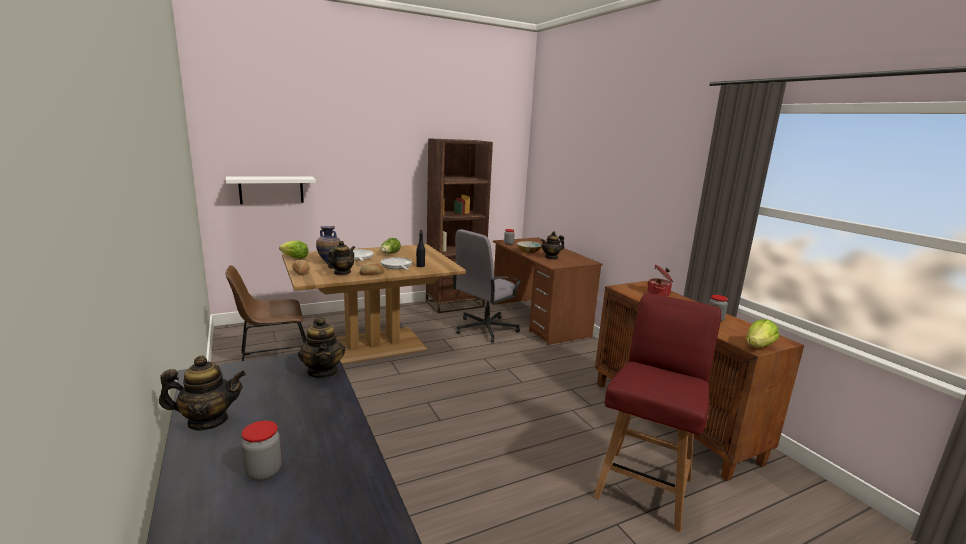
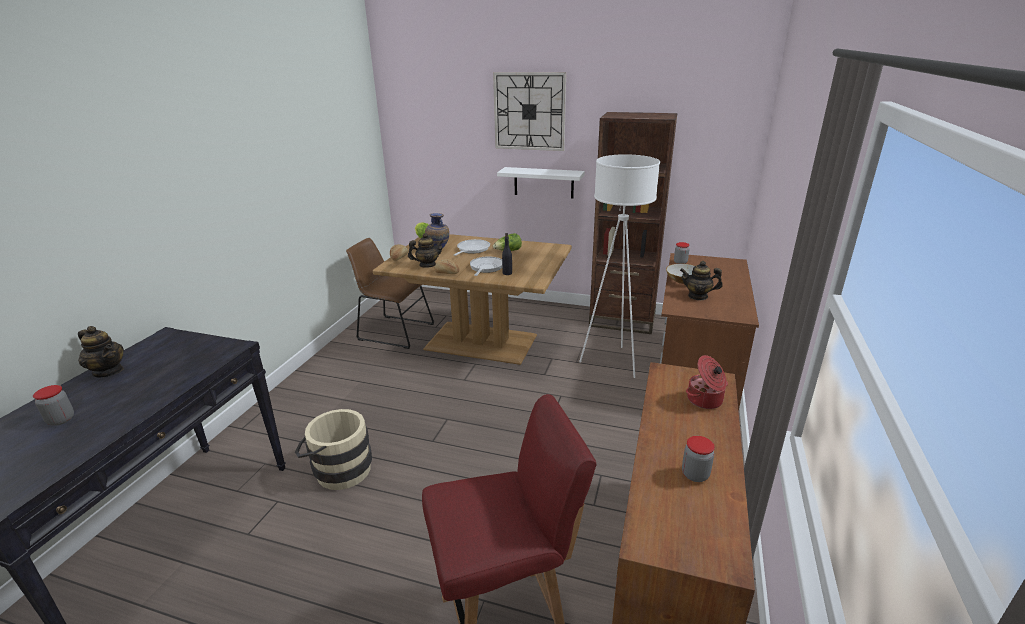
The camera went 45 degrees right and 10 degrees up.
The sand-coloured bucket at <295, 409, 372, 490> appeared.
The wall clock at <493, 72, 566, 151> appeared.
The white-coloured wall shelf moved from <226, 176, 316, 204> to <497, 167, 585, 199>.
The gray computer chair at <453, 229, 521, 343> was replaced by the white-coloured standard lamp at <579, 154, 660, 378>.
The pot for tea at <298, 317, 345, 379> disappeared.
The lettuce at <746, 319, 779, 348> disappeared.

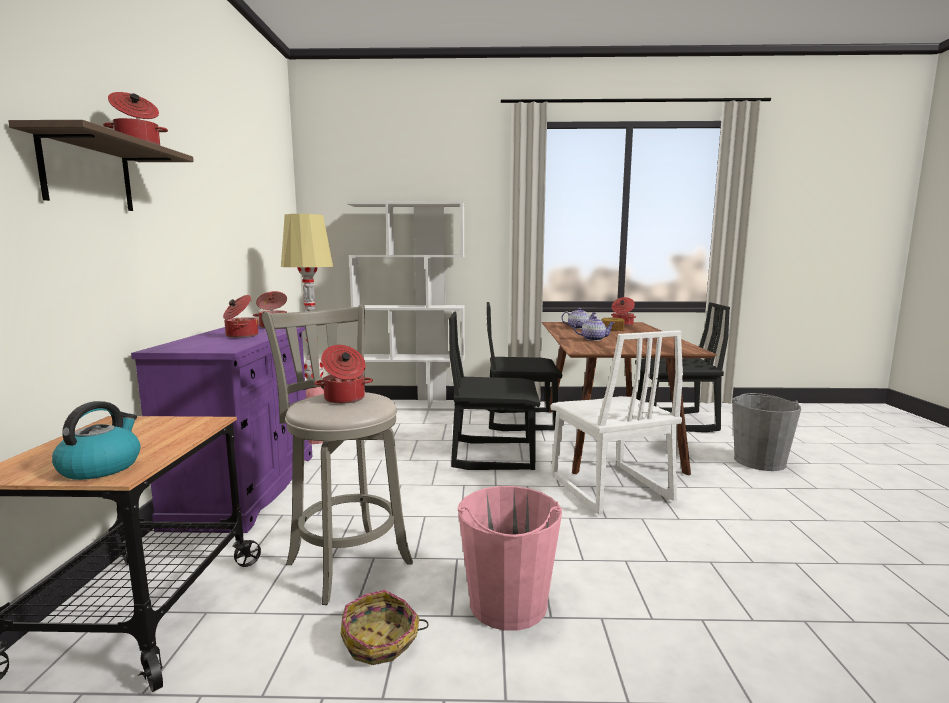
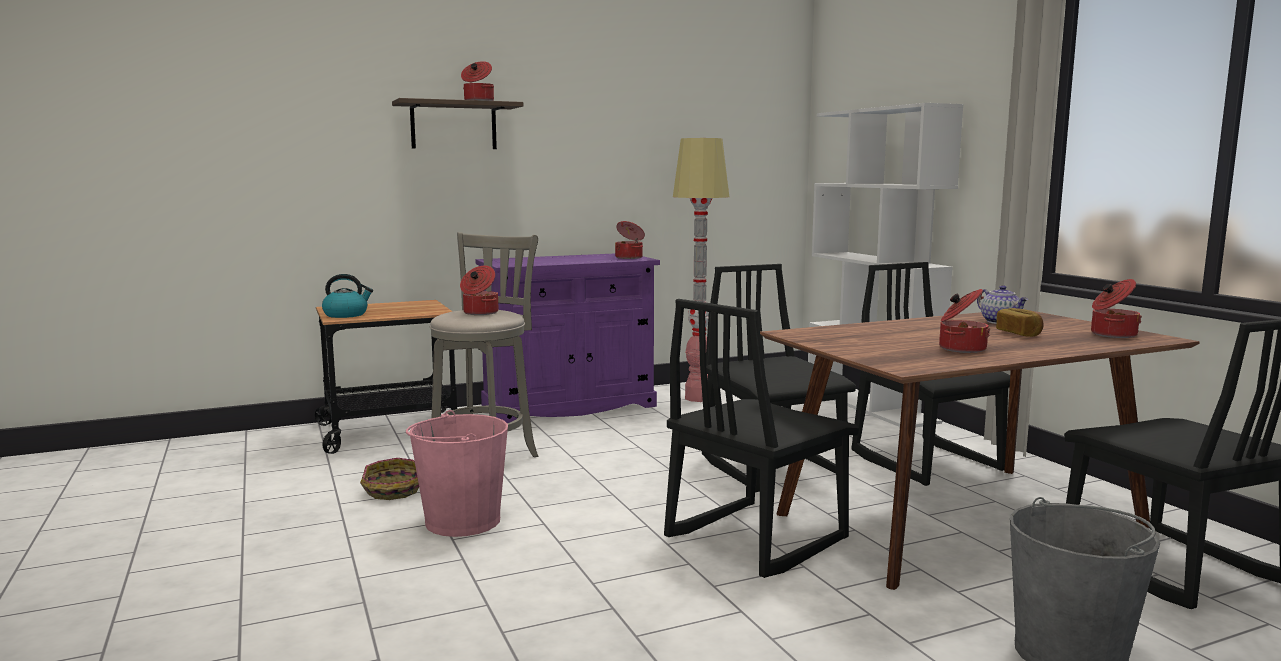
The camera went 65 degrees right and 0 degrees up.
The white-coloured chair at <550, 330, 683, 514> became the black chair at <664, 299, 859, 578>.
The cooking pot moved from <223, 295, 259, 338> to <939, 289, 990, 353>.
The pot for tea at <574, 316, 614, 341> disappeared.

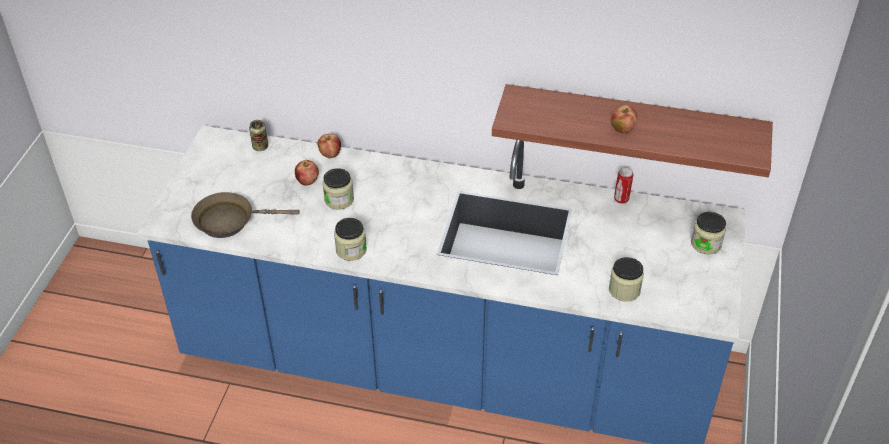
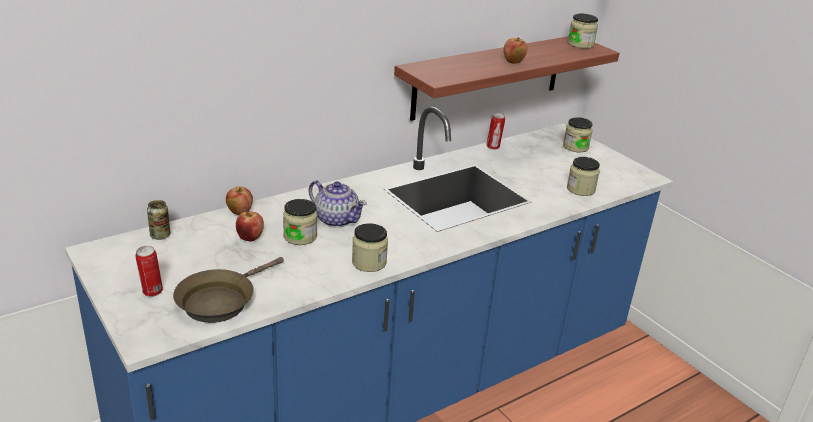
The camera went 50 degrees left and 15 degrees down.
The can at <135, 246, 163, 297> appeared.
The pot for tea at <308, 180, 367, 227> appeared.
The preserve jar at <568, 14, 598, 49> appeared.

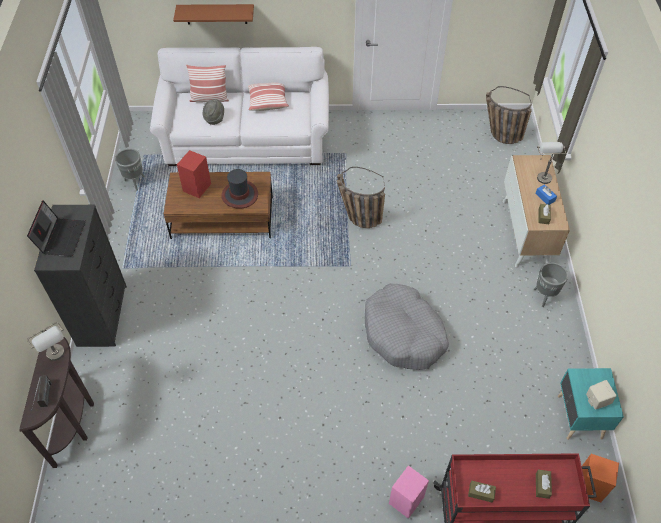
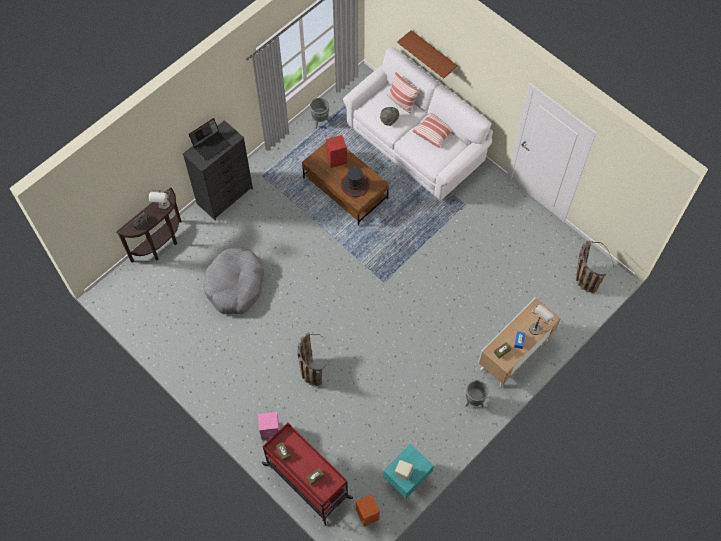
The camera went 45 degrees right and 10 degrees up.
The gray dog bed moved from <365, 284, 449, 370> to <204, 248, 264, 314>.
The basket moved from <337, 167, 385, 228> to <297, 332, 330, 386>.

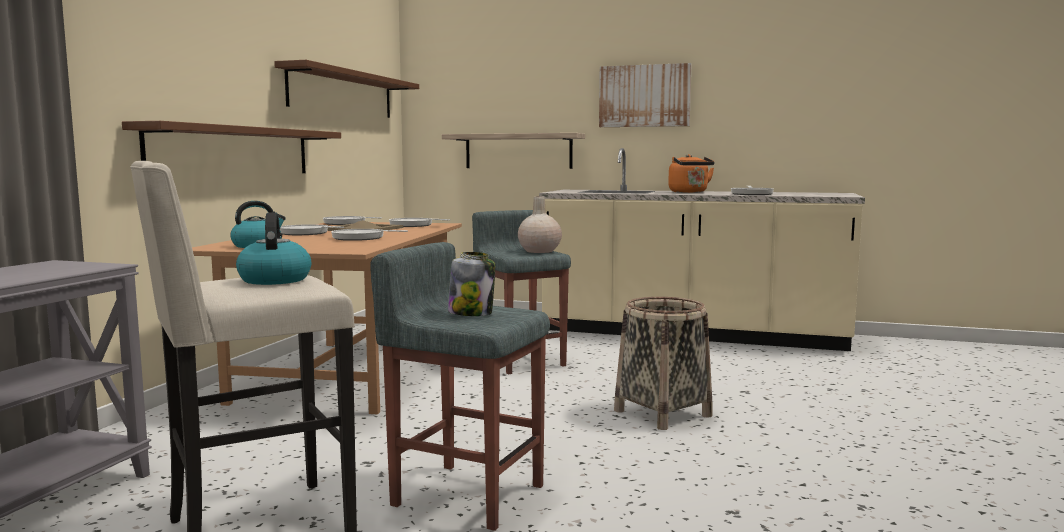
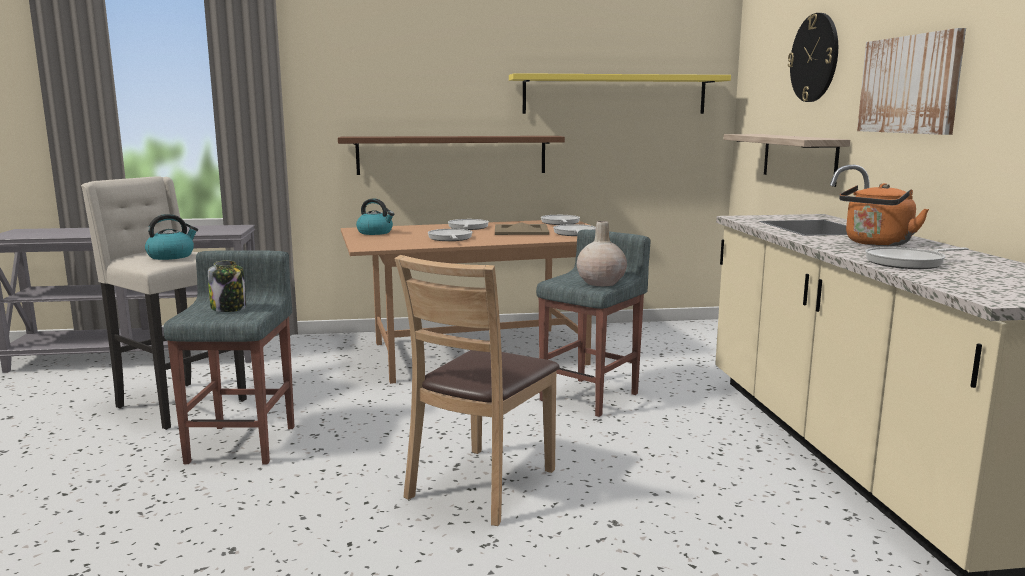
The camera went 65 degrees right and 5 degrees up.
The basket at <614, 297, 713, 430> was replaced by the brownish chair at <394, 255, 559, 526>.
The brownish wall shelf at <274, 60, 419, 118> became the yellowish wall shelf at <509, 73, 731, 114>.
The wall clock at <788, 13, 838, 102> appeared.

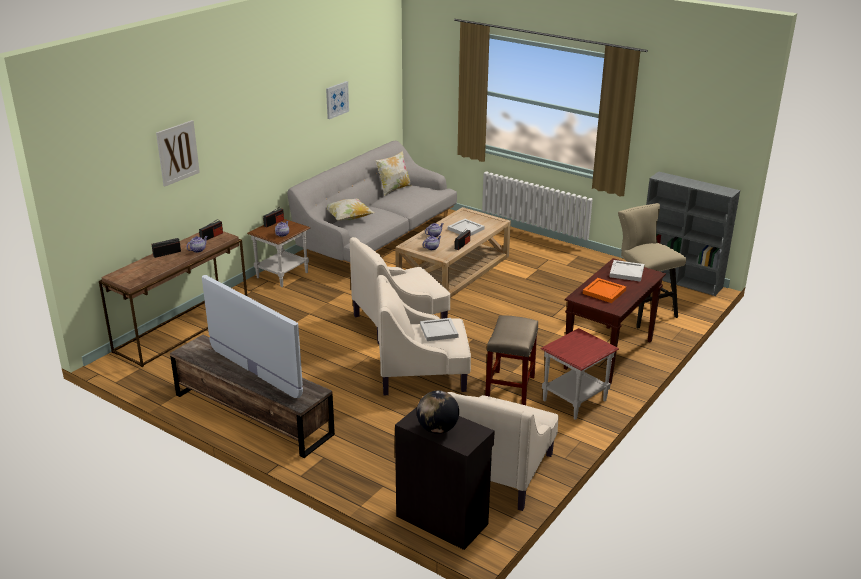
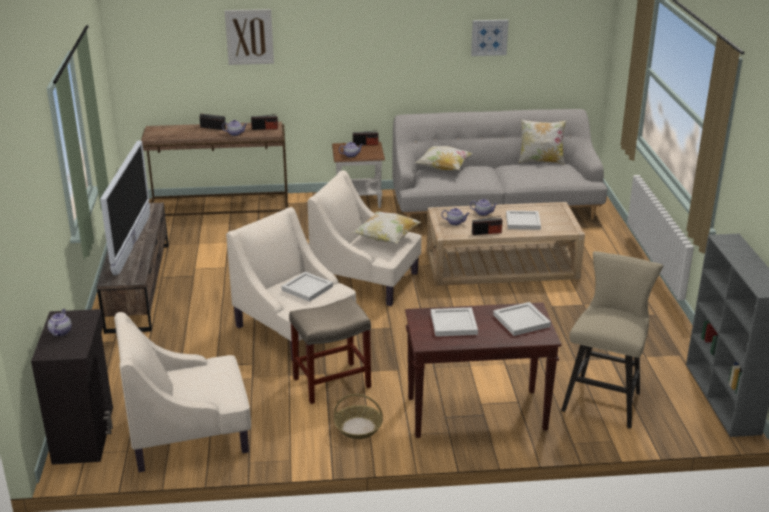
The camera went 50 degrees right and 0 degrees up.
The world globe at <417, 391, 459, 434> was replaced by the pot for tea at <48, 309, 72, 336>.
The red-coloured accent table at <540, 328, 619, 420> was replaced by the basket at <334, 394, 383, 439>.
The cushion at <352, 211, 421, 243> appeared.
The orange tray at <583, 278, 626, 303> became the white-coloured tray at <431, 307, 478, 337>.

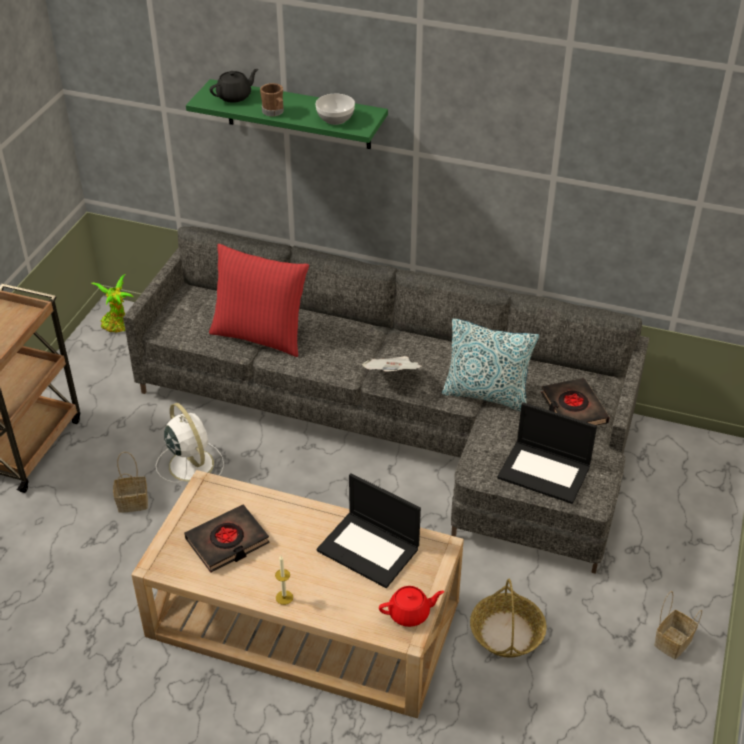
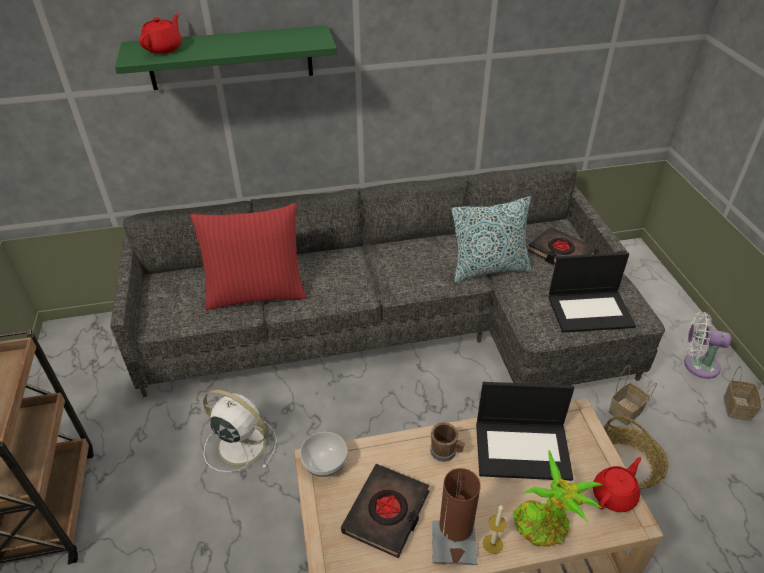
The camera went 30 degrees left and 0 degrees up.
The black pot for tea at <210, 69, 258, 103> became the red-coloured pot for tea at <139, 14, 182, 54>.
The deep dish moved from <316, 94, 355, 125> to <300, 432, 347, 477>.
The brownish coffee mug moved from <260, 83, 284, 116> to <430, 422, 465, 462>.
The brownish tabletop lamp at <432, 468, 481, 565> appeared.
The plant in a pot moved from <92, 274, 133, 333> to <513, 450, 603, 547>.
The basket moved from <113, 452, 148, 513> to <609, 365, 657, 425>.
The white-coloured fan at <684, 312, 731, 379> appeared.
The daily paper at <362, 356, 423, 372> disappeared.

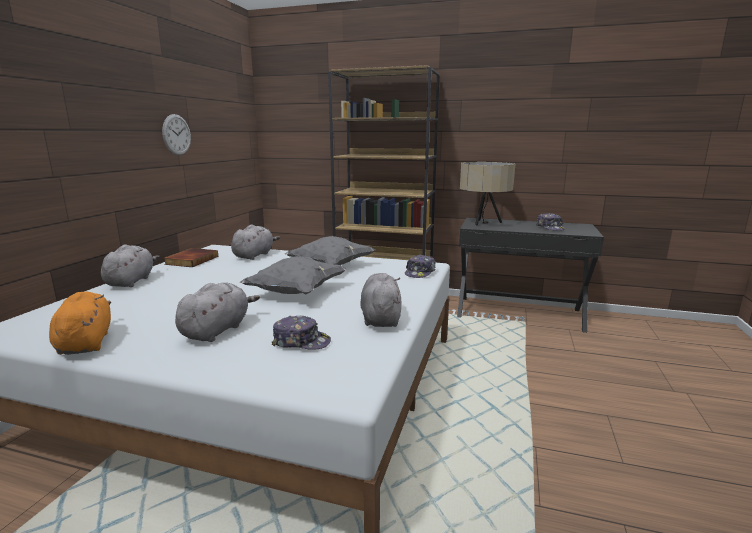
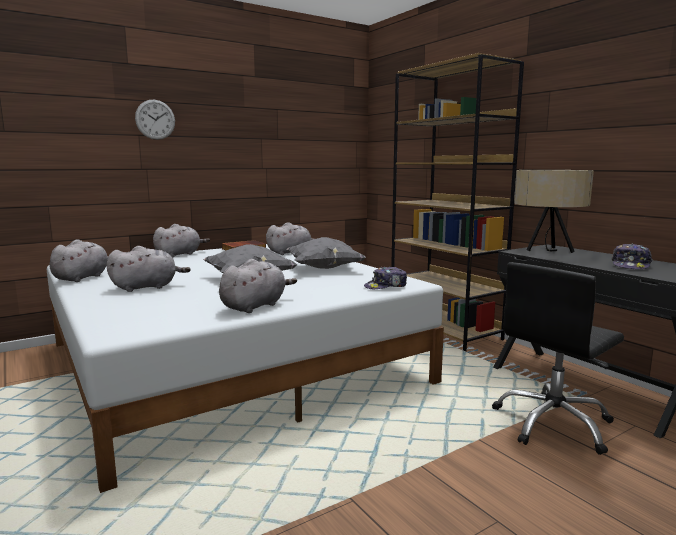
The camera went 40 degrees right and 5 degrees down.
The orange soft toy at <49, 292, 111, 355> became the gray soft toy at <49, 239, 108, 282>.
The wall clock moved from <162, 114, 191, 155> to <135, 100, 175, 140>.
The black computer chair at <492, 262, 624, 455> appeared.
The peaked cap at <272, 316, 331, 350> disappeared.

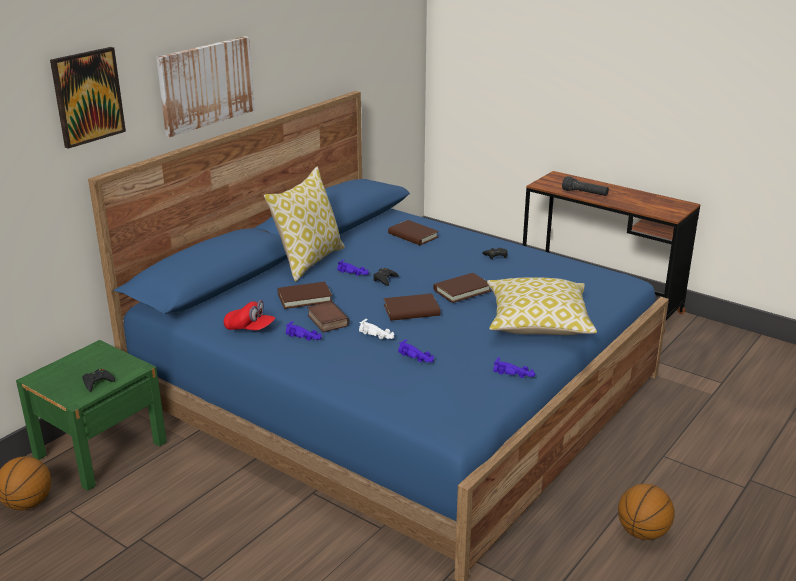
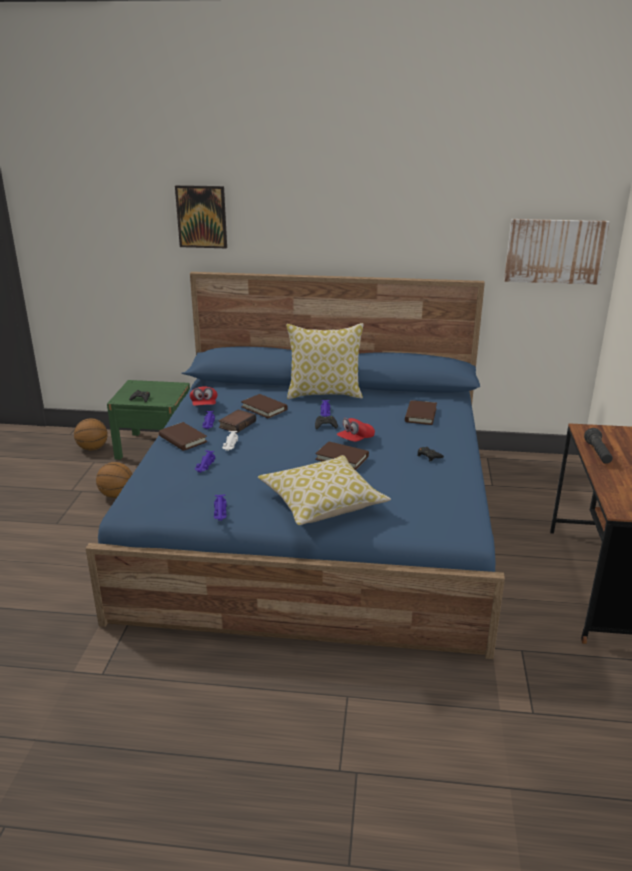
The camera went 60 degrees right and 0 degrees up.
The ball for basketball moved from <618, 484, 675, 540> to <96, 462, 132, 498>.
The brownish volume moved from <384, 294, 440, 321> to <159, 422, 207, 451>.
The red-coloured peaked cap at <336, 418, 375, 442> appeared.
The picture moved from <156, 36, 255, 137> to <504, 219, 610, 285>.

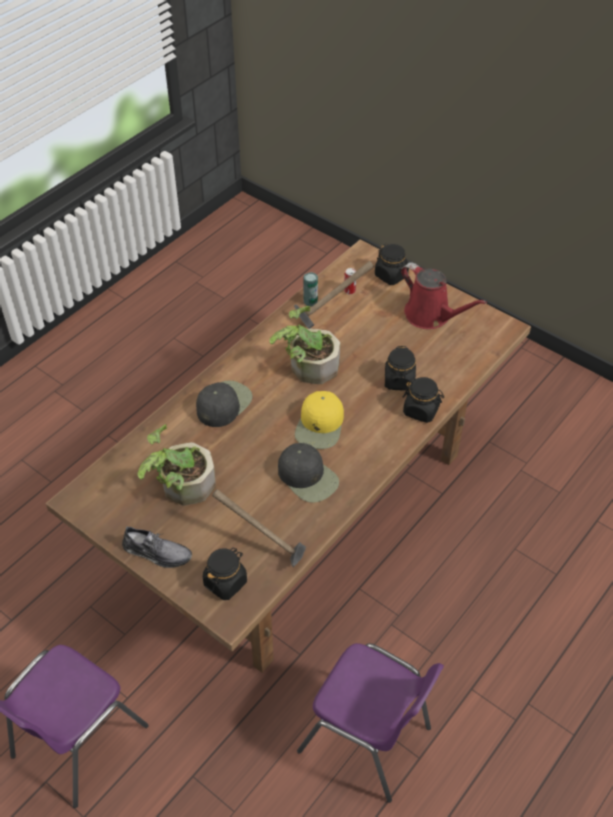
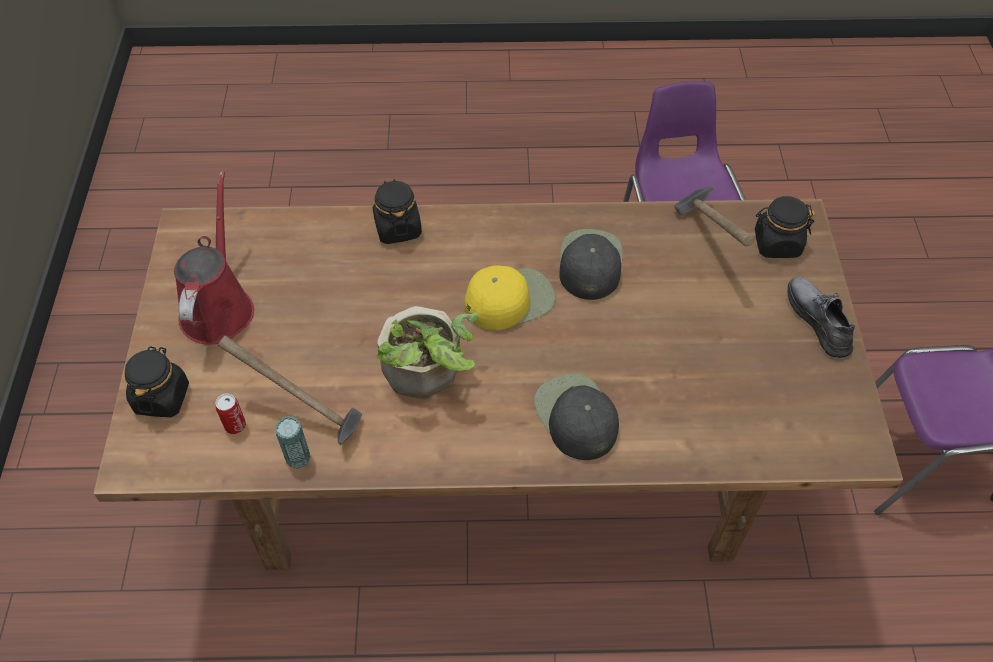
The camera went 130 degrees left and 5 degrees up.
The black peaked cap at <196, 380, 253, 427> turned 75 degrees clockwise.
The plant in a pot at <137, 424, 216, 506> disappeared.
The black preserve jar at <385, 346, 416, 391> disappeared.

